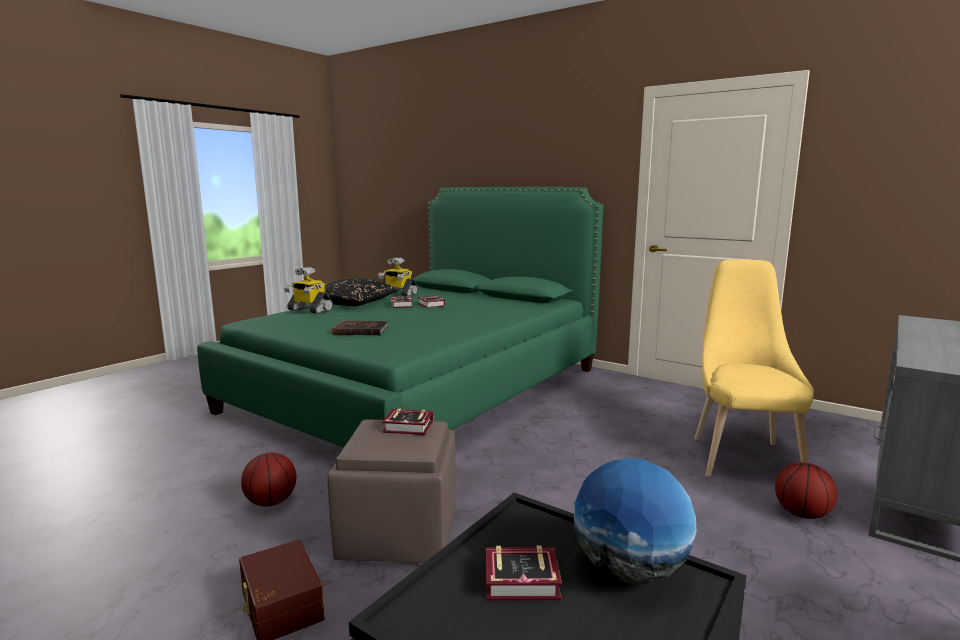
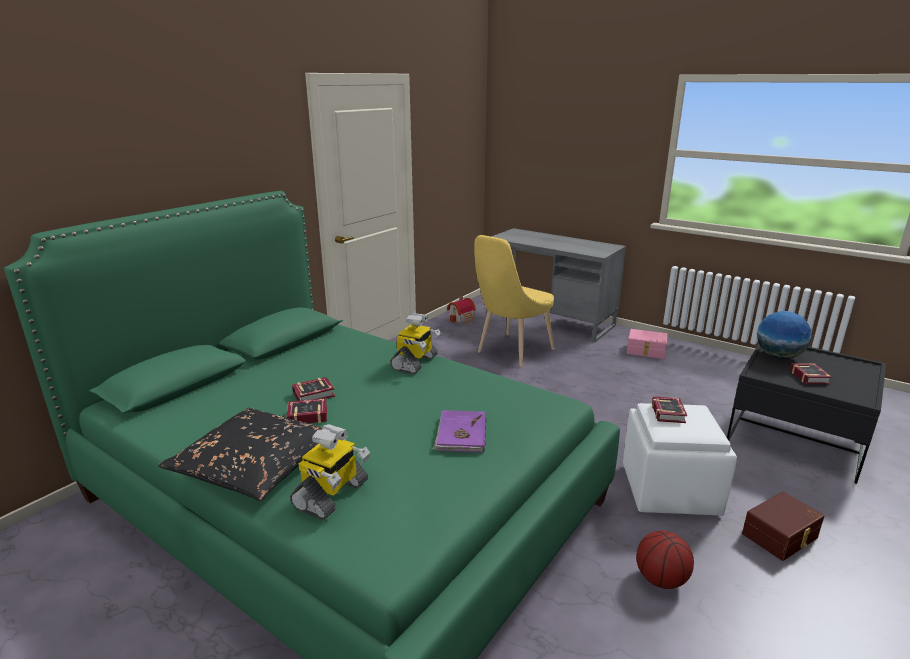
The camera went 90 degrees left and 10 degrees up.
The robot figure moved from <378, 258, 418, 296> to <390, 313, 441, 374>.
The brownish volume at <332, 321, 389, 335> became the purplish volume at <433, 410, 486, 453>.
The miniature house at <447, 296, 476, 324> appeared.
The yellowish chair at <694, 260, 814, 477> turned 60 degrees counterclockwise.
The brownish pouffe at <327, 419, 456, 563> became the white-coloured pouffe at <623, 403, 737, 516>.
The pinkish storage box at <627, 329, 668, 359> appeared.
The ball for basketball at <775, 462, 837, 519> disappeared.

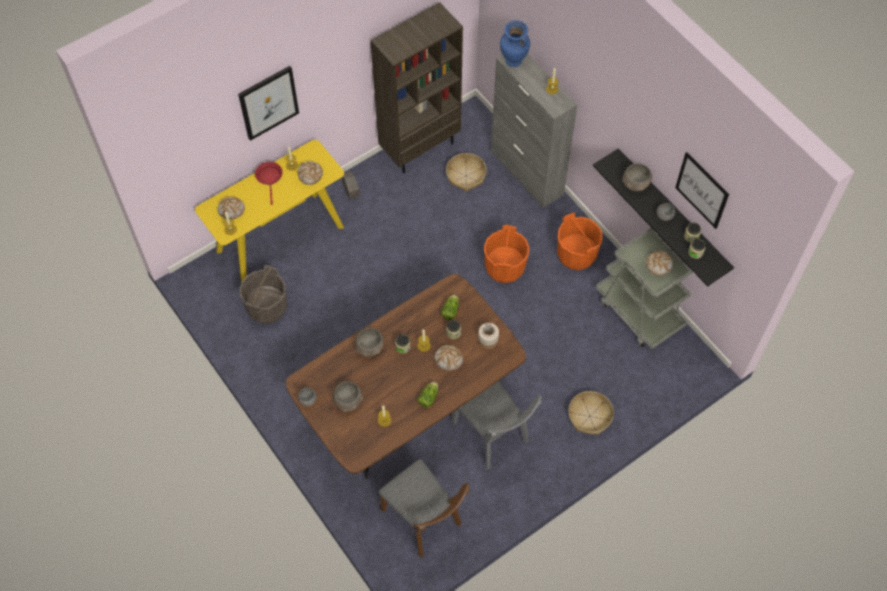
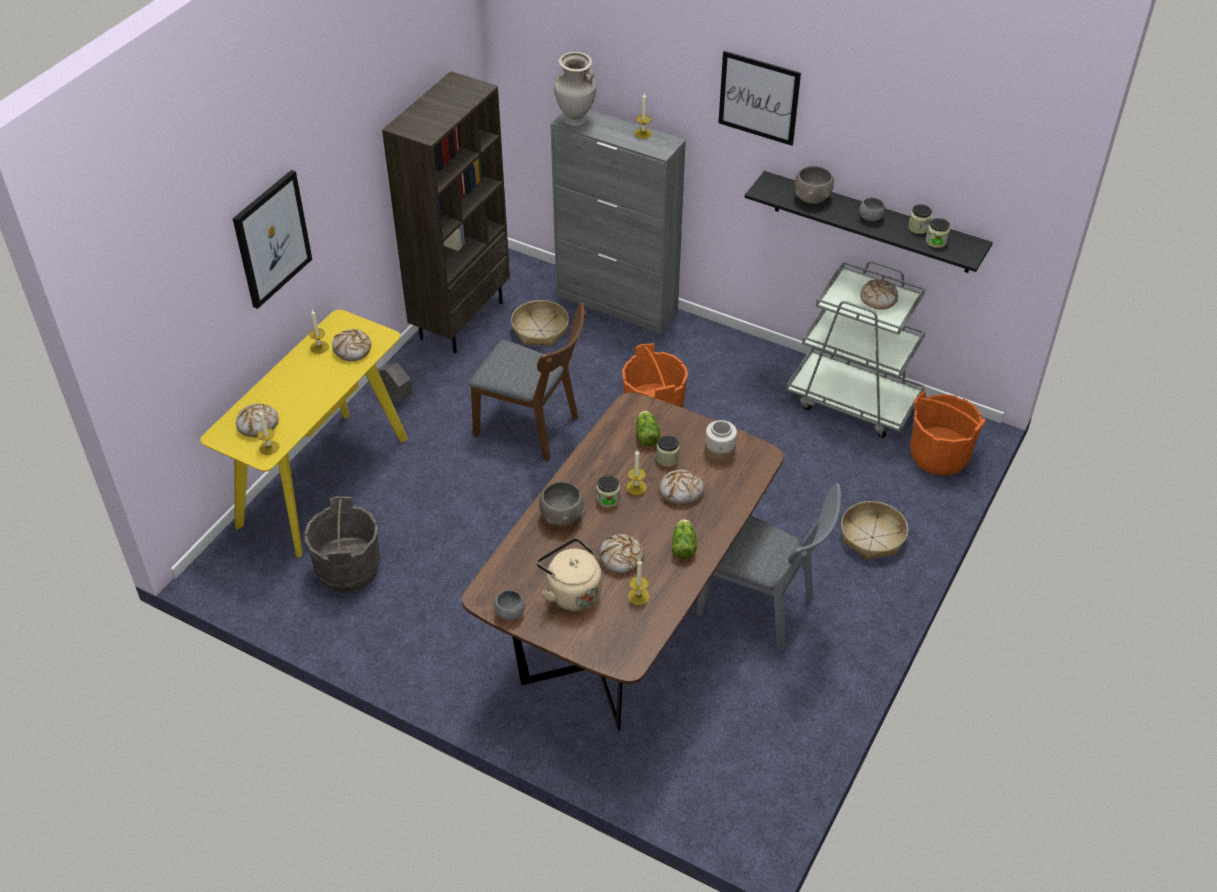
The camera went 25 degrees left and 15 degrees down.
The brownish chair moved from <379, 459, 470, 557> to <469, 303, 586, 462>.
The gray deep dish at <333, 381, 363, 412> was replaced by the sand-coloured water kettle at <537, 538, 602, 611>.
The blue-coloured vase at <500, 20, 530, 67> became the sand-coloured vase at <554, 52, 596, 127>.
The baked bread at <600, 534, 644, 574> appeared.
The picture moved from <675, 152, 729, 229> to <718, 51, 801, 146>.
The orange bucket moved from <557, 212, 603, 270> to <910, 391, 986, 476>.
The red-coloured frying pan at <255, 162, 283, 205> disappeared.

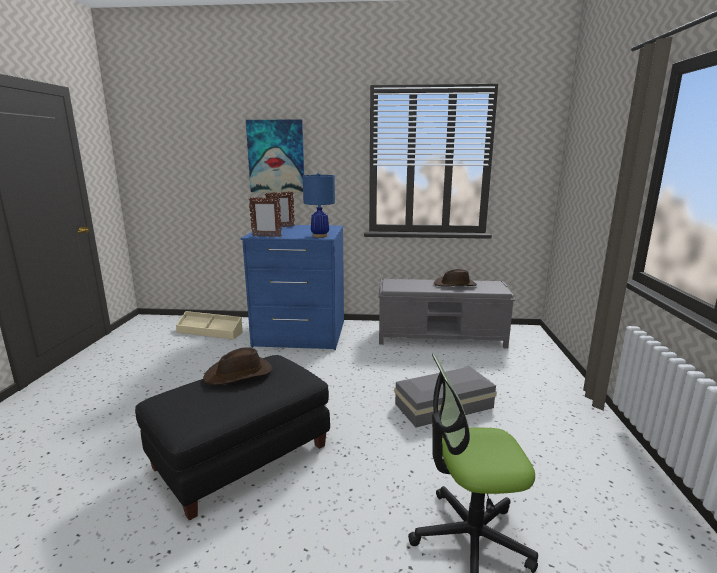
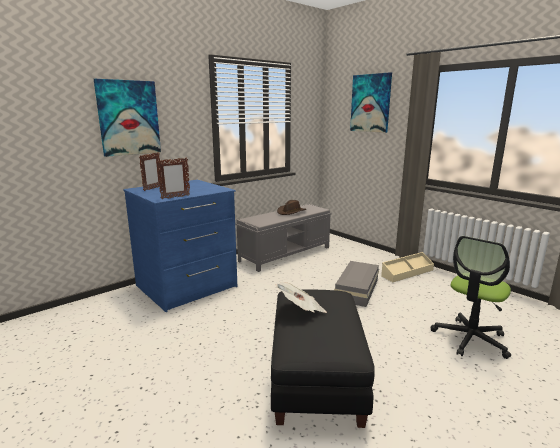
The camera went 45 degrees left and 0 degrees up.
The brownish clothing hat at <203, 347, 273, 385> was replaced by the daily paper at <275, 282, 327, 313>.
The picture at <350, 72, 392, 133> appeared.
The sand-coloured storage box moved from <176, 311, 243, 339> to <381, 252, 434, 282>.
The blue-coloured tabletop lamp at <303, 173, 335, 237> disappeared.

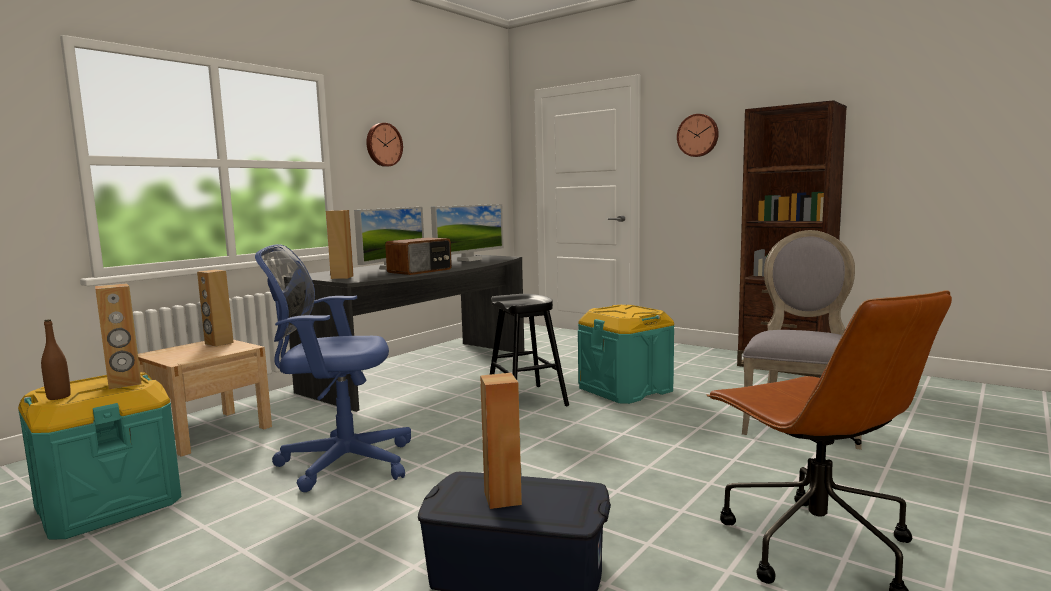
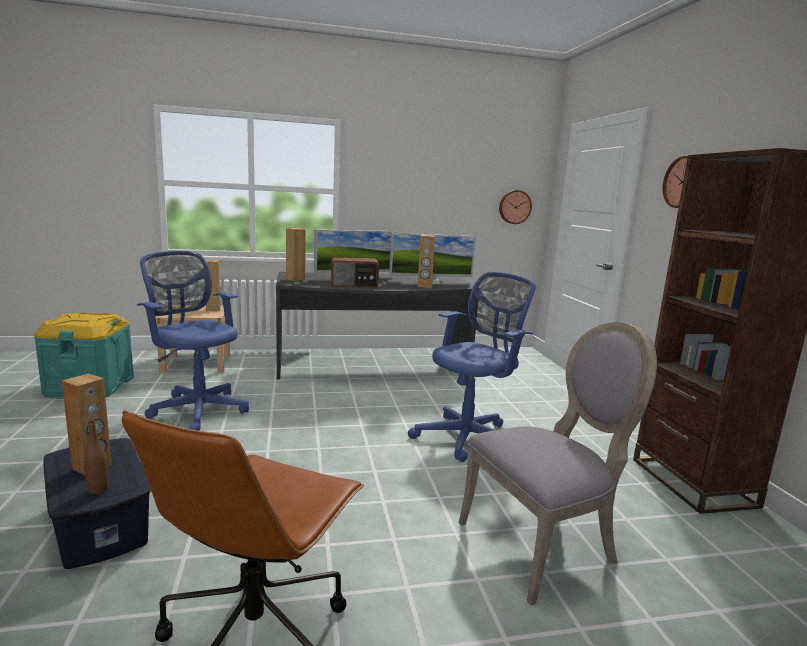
The camera went 40 degrees right and 5 degrees up.
The brownish bottle moved from <41, 319, 71, 400> to <84, 420, 109, 494>.
The turquoise-coloured storage box at <578, 305, 674, 404> was replaced by the blue-coloured computer chair at <408, 272, 536, 462>.
The brownish audio speaker moved from <95, 283, 141, 389> to <417, 235, 435, 288>.
The wall clock moved from <366, 123, 403, 167> to <499, 190, 532, 224>.
The black sitting stool at <490, 294, 569, 406> disappeared.

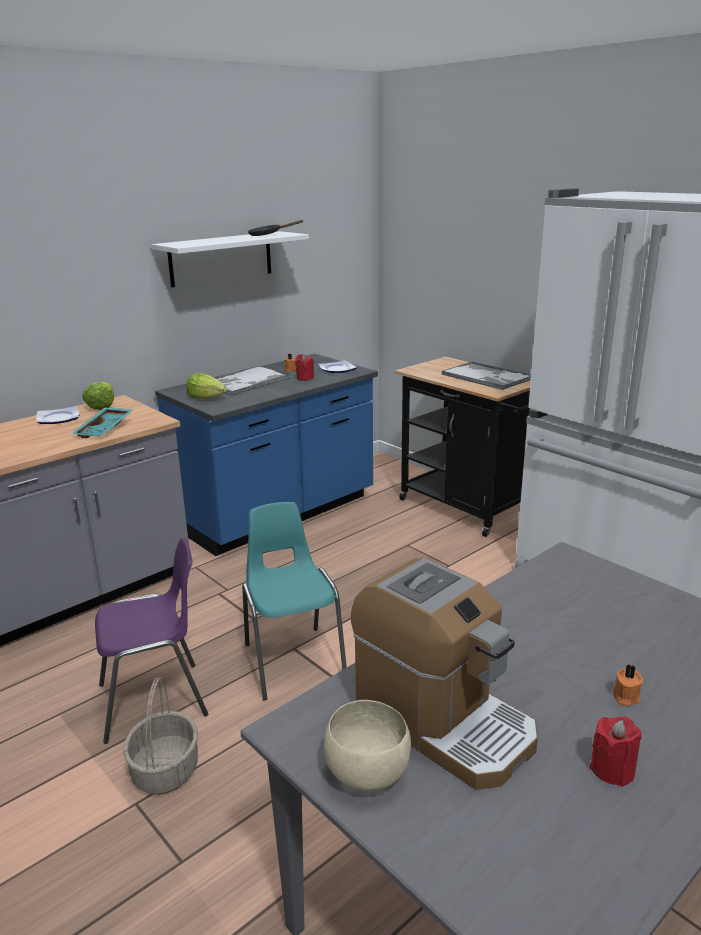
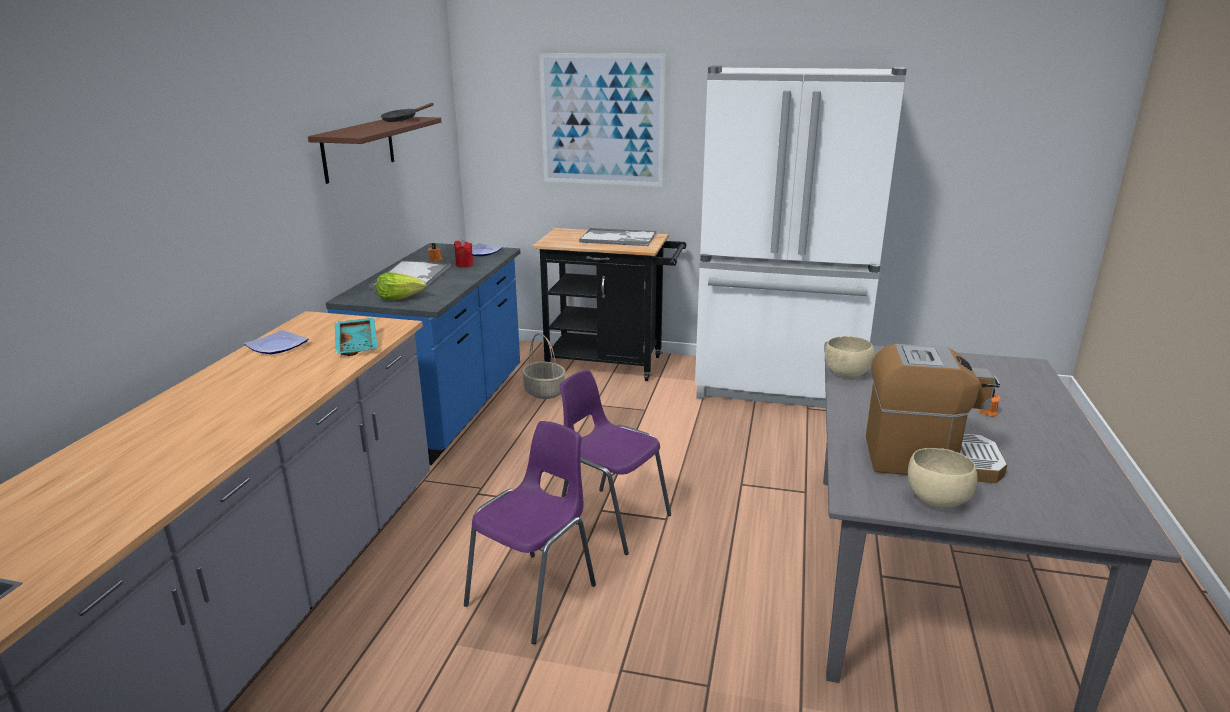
The camera went 35 degrees left and 0 degrees up.
The white-coloured wall shelf at <152, 231, 309, 287> became the brownish wall shelf at <308, 117, 441, 184>.
The basket moved from <123, 677, 198, 795> to <522, 333, 566, 399>.
The picture at <539, 53, 665, 187> appeared.
The turquoise-coloured chair at <242, 502, 347, 701> became the purplish chair at <560, 370, 671, 555>.
The sand-coloured deep dish at <825, 336, 874, 377> appeared.
The lettuce at <82, 382, 114, 410> disappeared.
The red-coloured wax candle at <590, 717, 642, 787> disappeared.

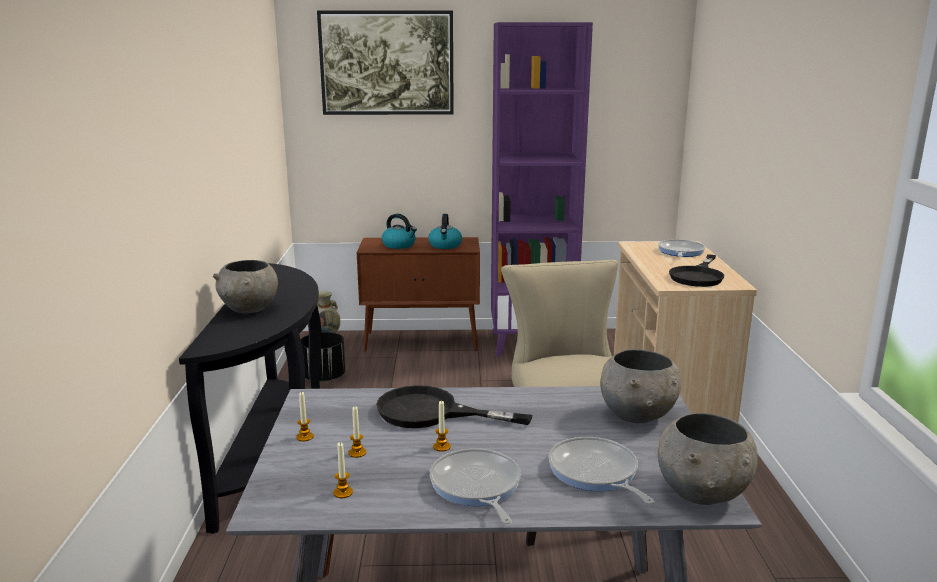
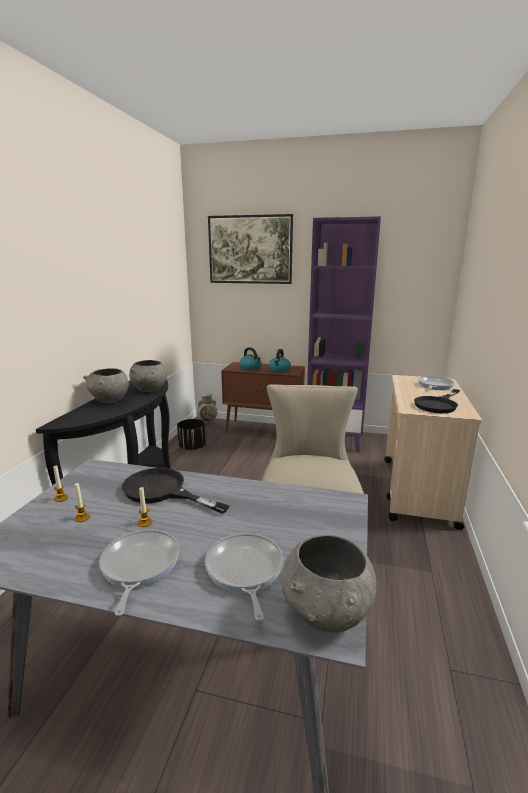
The camera went 15 degrees right and 0 degrees up.
The gray deep dish moved from <600, 349, 681, 423> to <129, 360, 167, 392>.
The wax candle at <333, 442, 353, 498> disappeared.

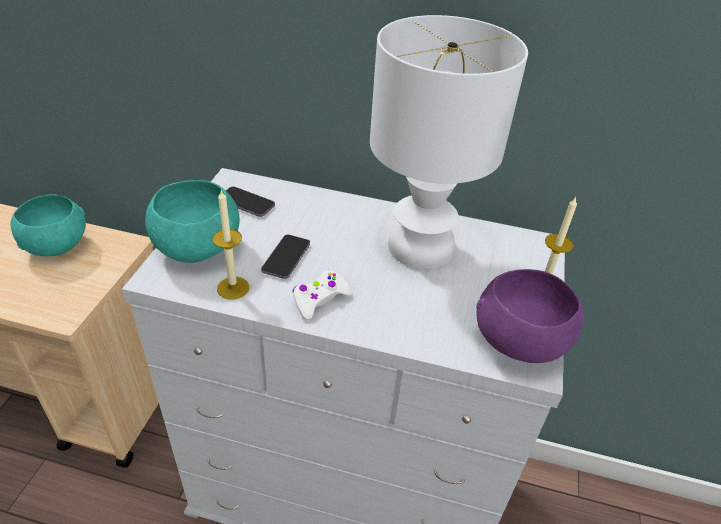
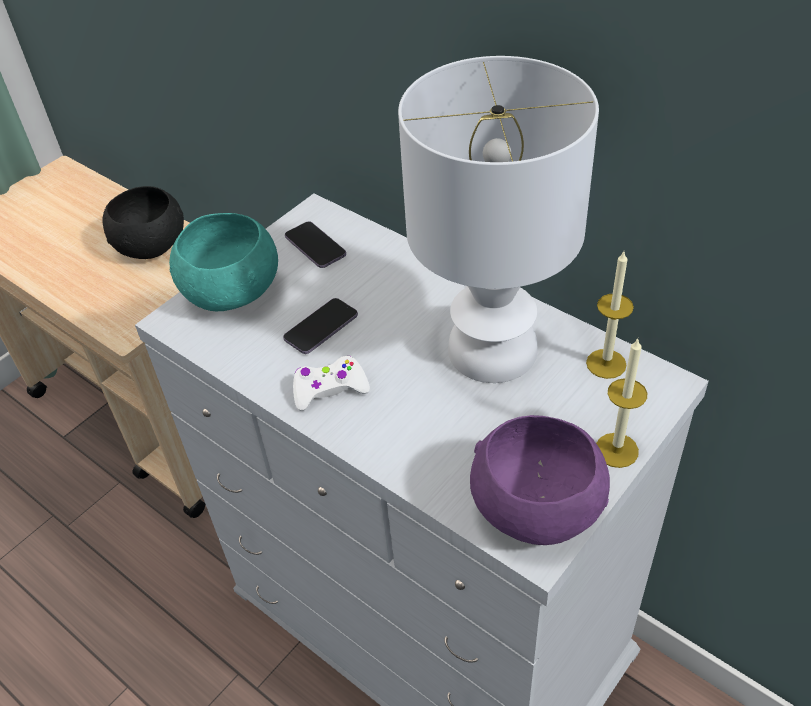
The camera went 30 degrees right and 5 degrees up.
The turquoise-coloured deep dish at <11, 194, 86, 256> became the black deep dish at <102, 186, 184, 259>.
The wax candle moved from <212, 190, 249, 299> to <586, 252, 634, 379>.

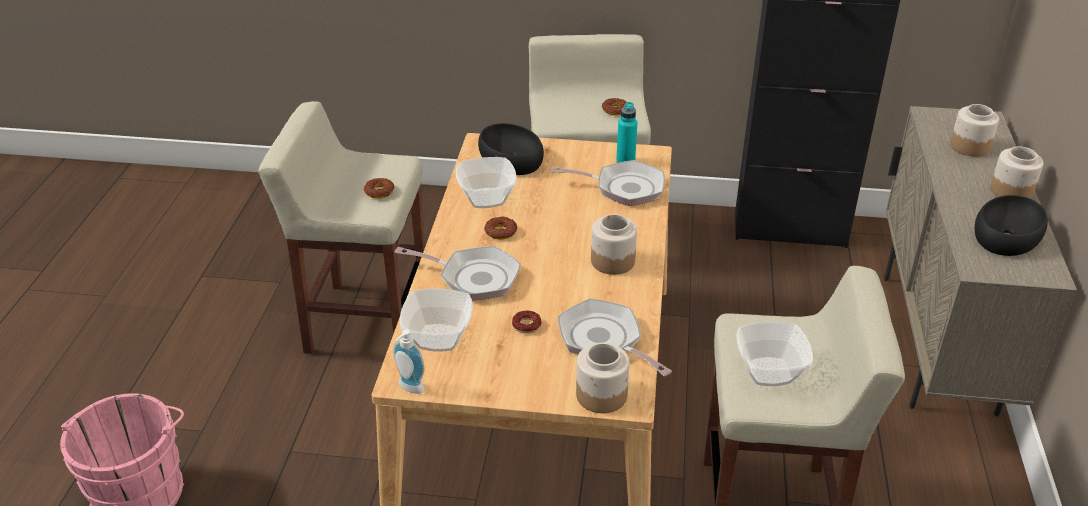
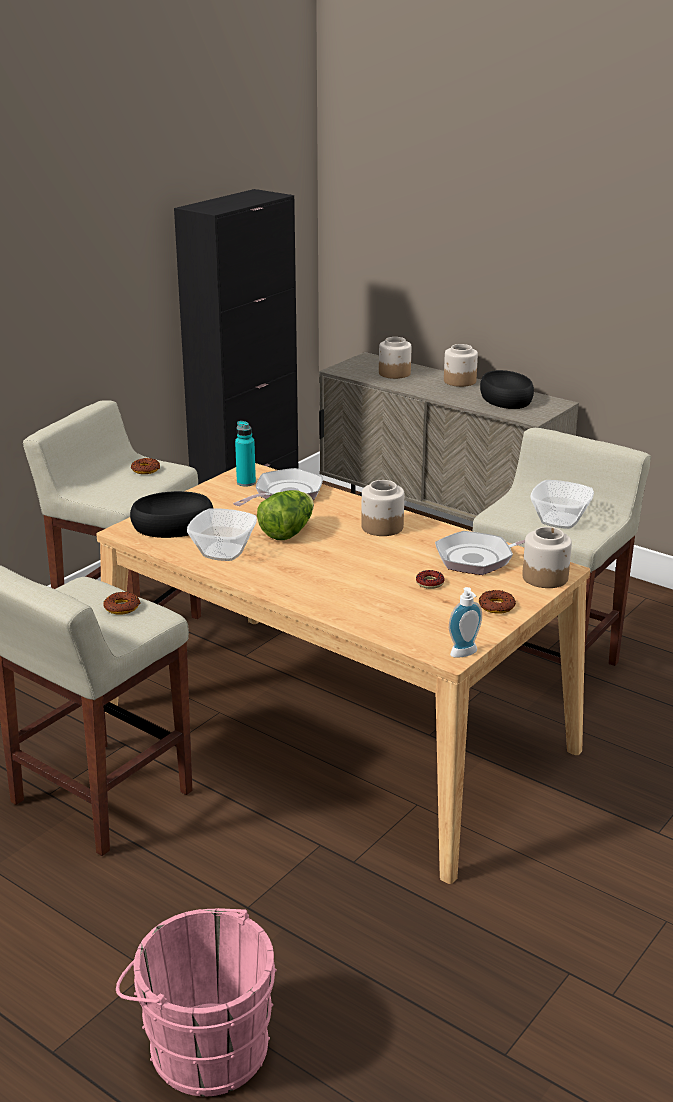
The camera went 60 degrees left and 10 degrees down.
The lettuce at <257, 490, 314, 540> appeared.
The doughnut moved from <484, 217, 517, 240> to <479, 590, 516, 614>.
The frying pan at <395, 246, 521, 300> disappeared.
The deep dish at <400, 289, 473, 352> disappeared.

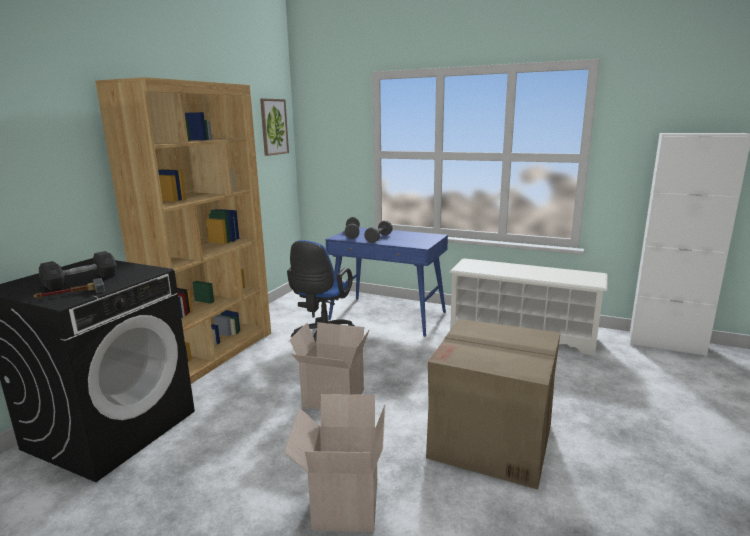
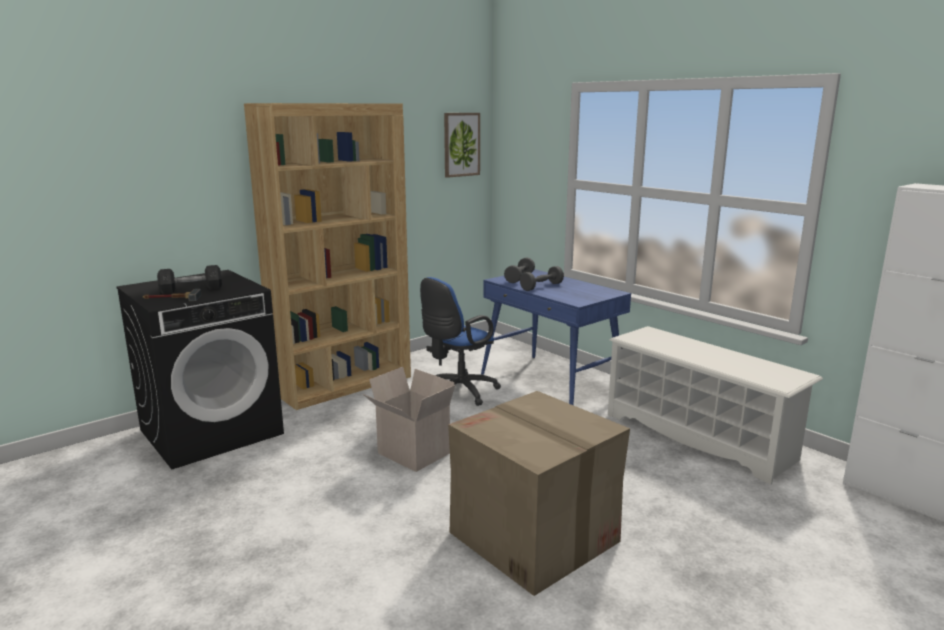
The camera went 25 degrees right and 0 degrees up.
The cardboard box at <284, 394, 385, 532> disappeared.

